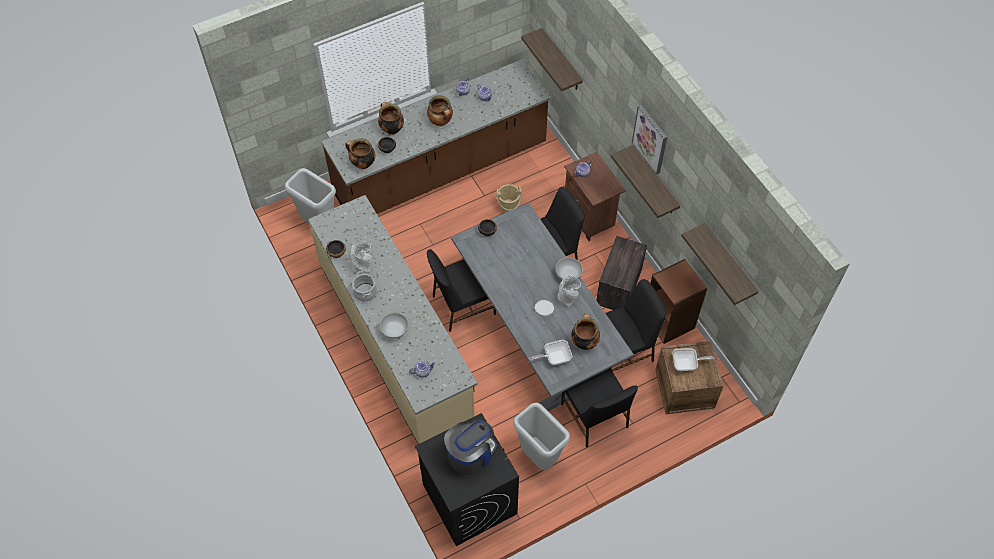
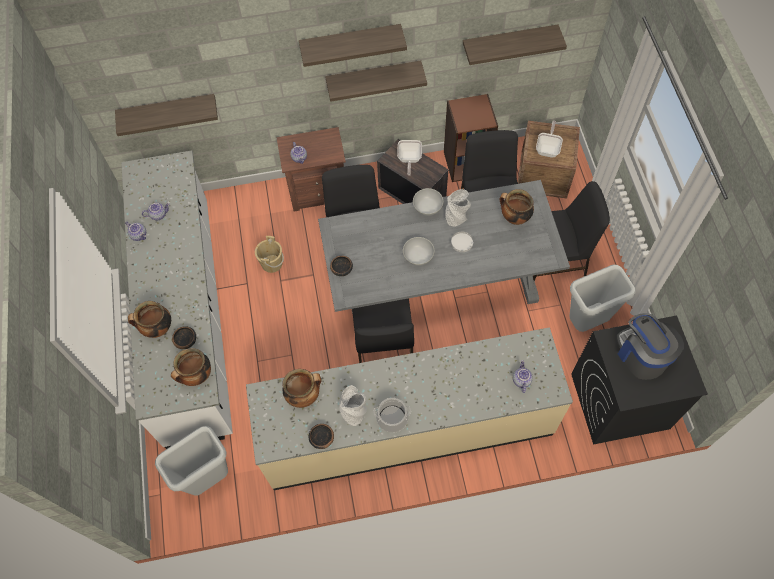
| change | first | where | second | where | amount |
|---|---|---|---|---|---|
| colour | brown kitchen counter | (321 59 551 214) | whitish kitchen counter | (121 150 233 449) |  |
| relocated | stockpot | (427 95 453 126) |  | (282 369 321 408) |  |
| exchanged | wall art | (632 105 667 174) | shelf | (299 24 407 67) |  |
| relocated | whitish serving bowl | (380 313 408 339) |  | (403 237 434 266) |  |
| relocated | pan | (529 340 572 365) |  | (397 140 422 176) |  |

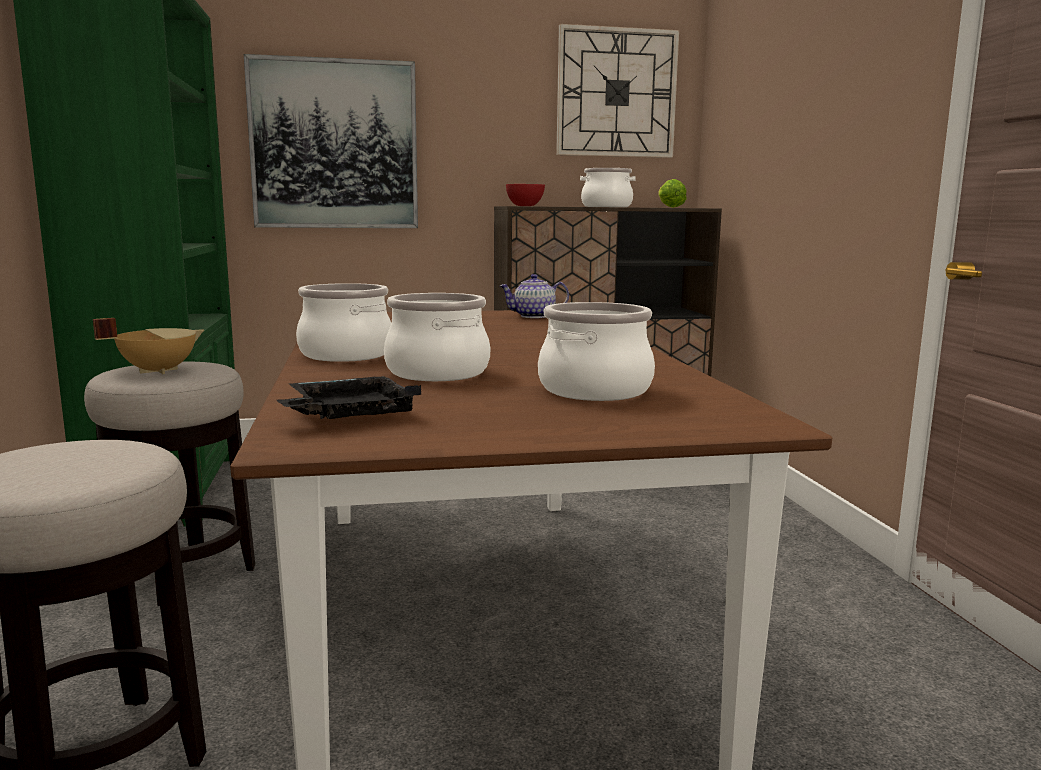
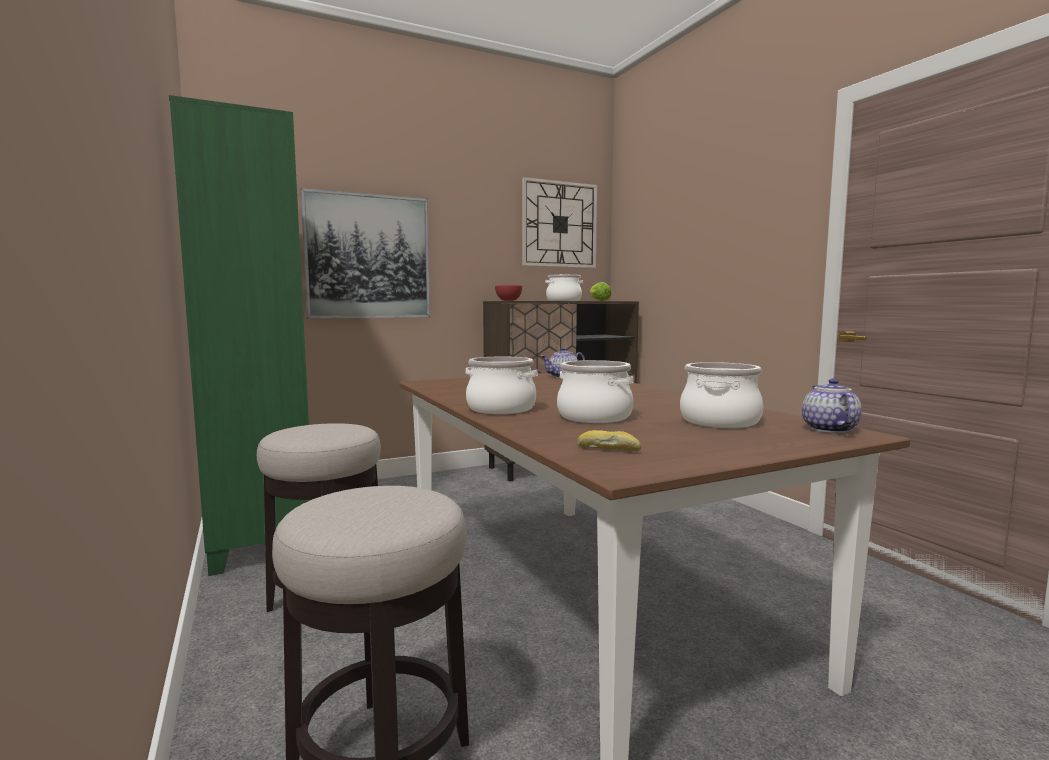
| change | first | where | second | where | amount |
|---|---|---|---|---|---|
| missing | beige-coloured stockpot | (93 318 204 374) |  |  |  |
| exchanged | blackish serving tray | (277 376 421 419) | bread | (577 430 641 451) |  |
| appeared |  |  | teapot | (802 378 862 433) |  |

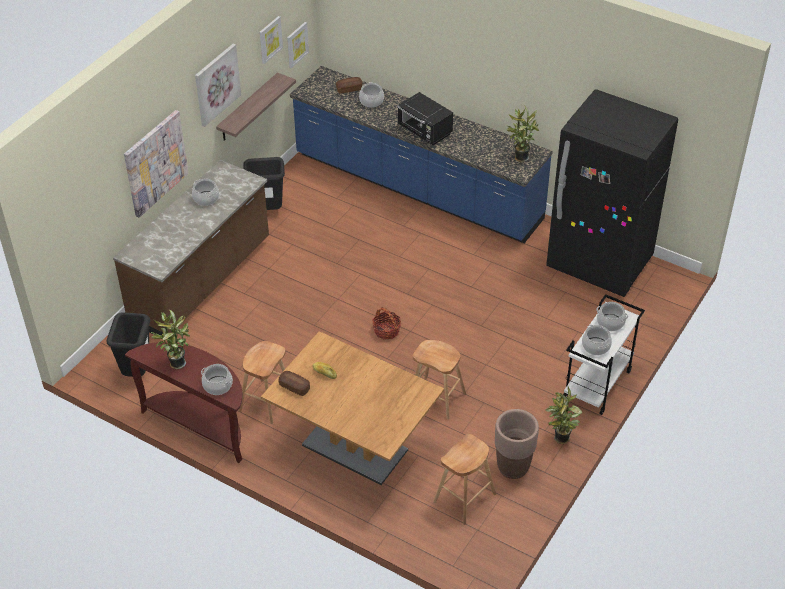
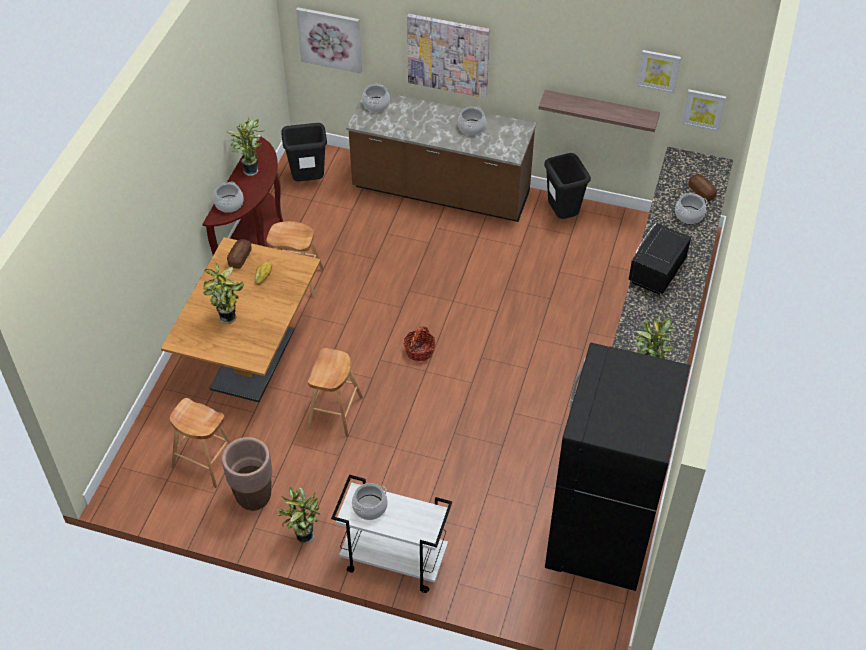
| change | first | where | second | where | amount |
|---|---|---|---|---|---|
| relocated | wall art | (195 44 241 127) |  | (296 7 362 74) |  |
| relocated | stockpot | (596 302 628 331) |  | (362 83 390 112) |  |
| appeared |  |  | houseplant | (203 263 244 324) |  |

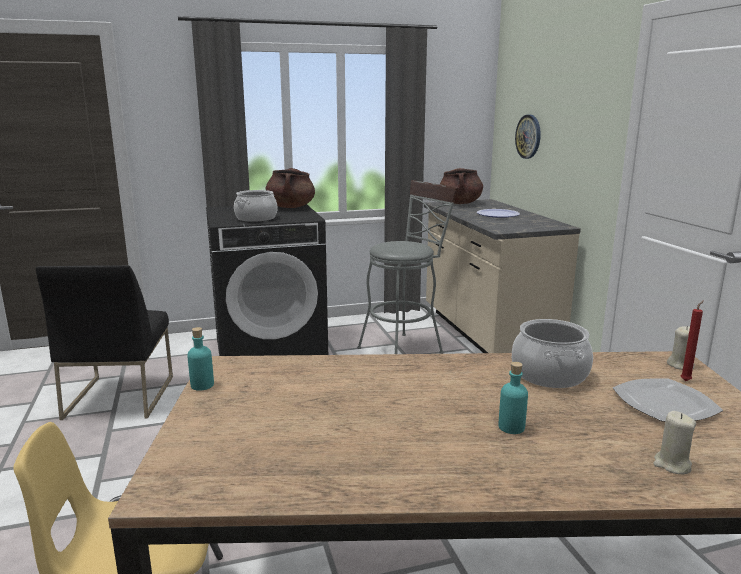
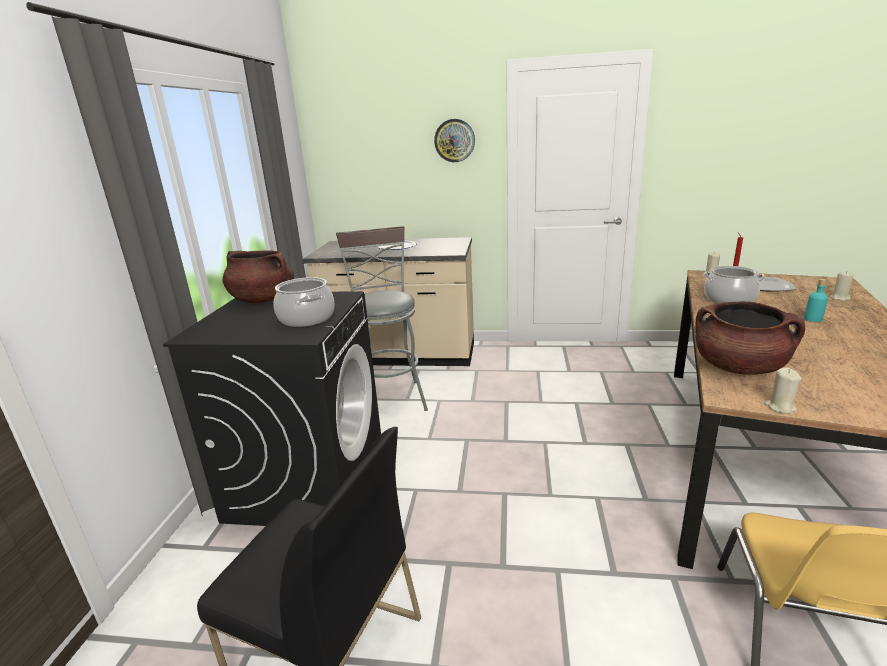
| change | first | where | second | where | amount |
|---|---|---|---|---|---|
| relocated | clock on the wall | (515 115 541 159) |  | (434 119 475 162) |  |
| relocated | brown stockpot | (440 168 483 204) |  | (695 301 805 375) |  |
| exchanged | blue-green bottle | (187 327 214 391) | beige-coloured candle | (764 368 802 414) |  |

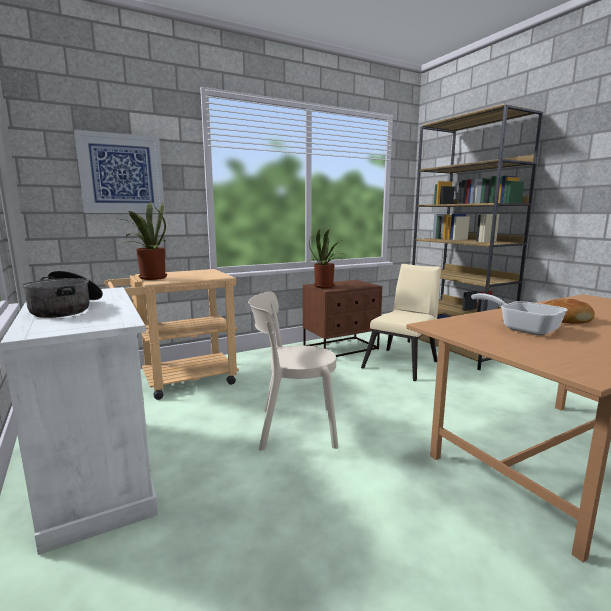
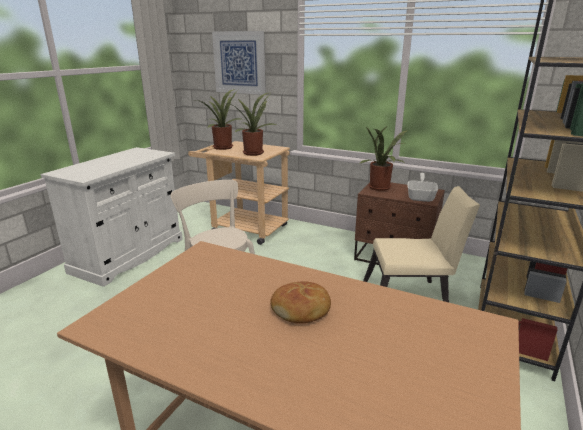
| change | first | where | second | where | amount |
|---|---|---|---|---|---|
| missing | stockpot | (22 270 103 318) |  |  |  |
| relocated | pan | (471 293 568 336) |  | (408 173 438 202) |  |
| appeared |  |  | houseplant | (227 92 277 156) |  |

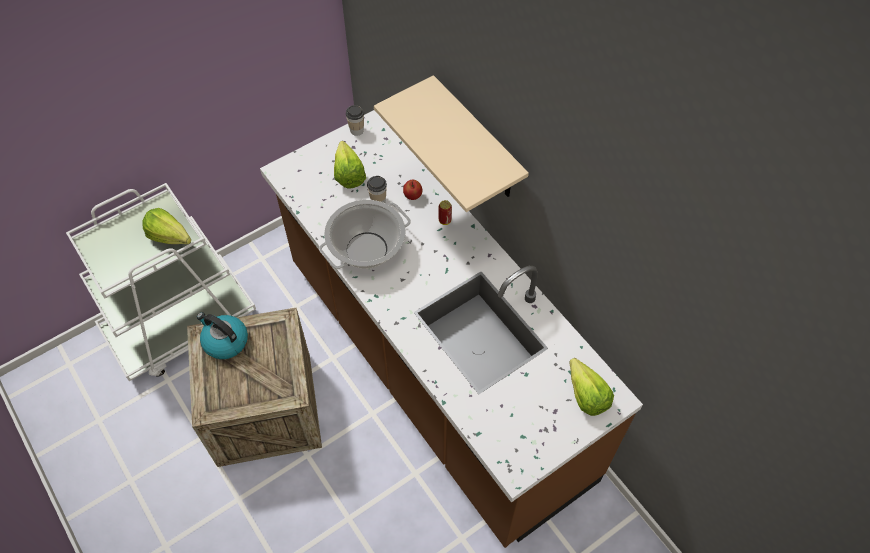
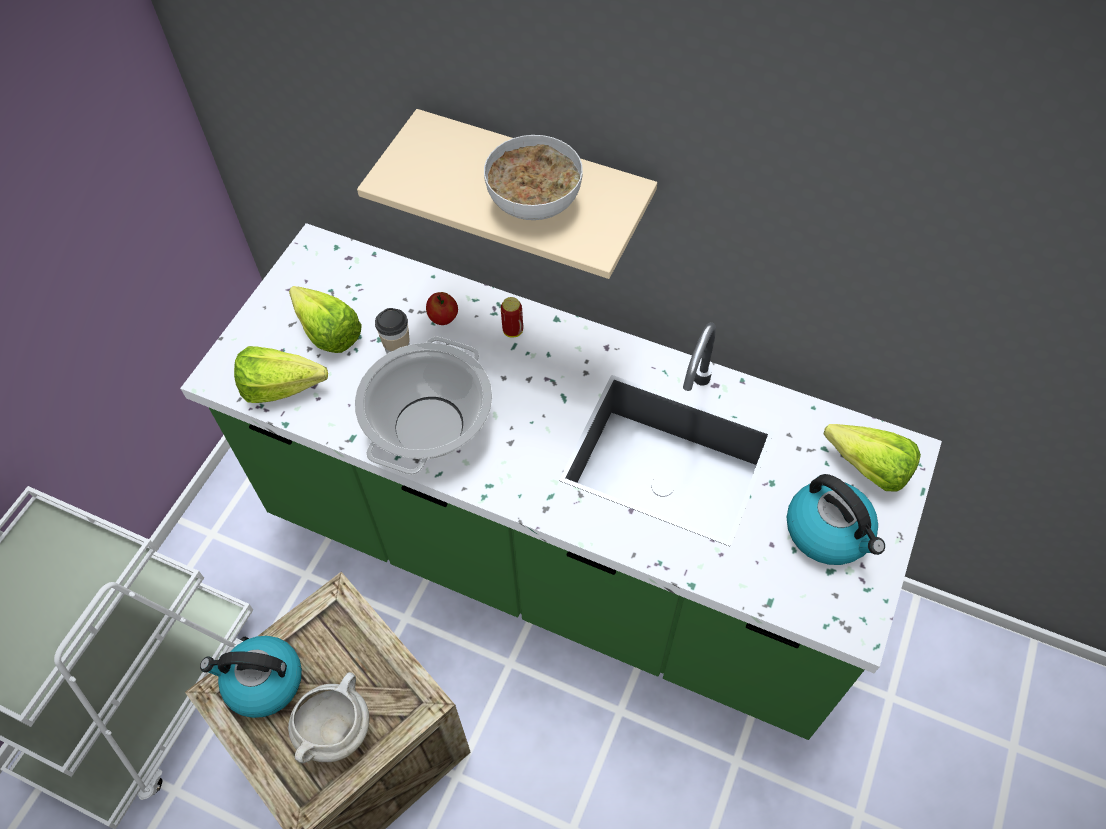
| change | first | where | second | where | amount |
|---|---|---|---|---|---|
| missing | drinking cup | (346 105 364 136) |  |  |  |
| colour | brown kitchen counter | (260 110 643 548) | green-coloured kitchen counter | (180 223 942 740) |  |
| relocated | lettuce | (142 208 191 244) |  | (234 346 328 403) |  |
| appeared |  |  | serving bowl | (484 135 583 220) |  |
| appeared |  |  | tea kettle | (787 474 885 565) |  |
| appeared |  |  | whitish stockpot | (288 672 369 763) |  |

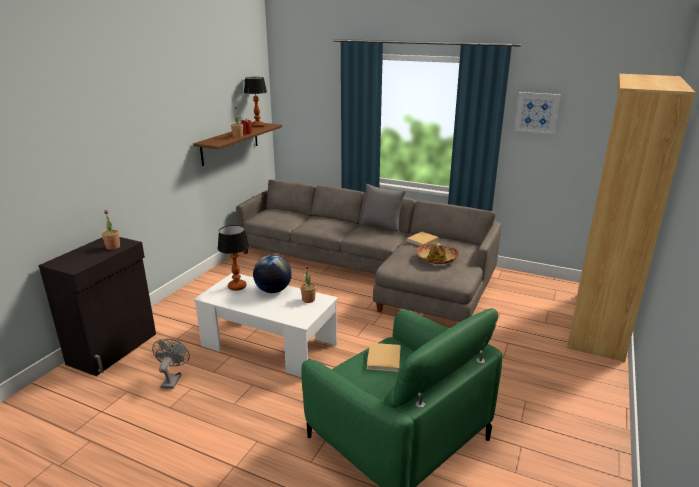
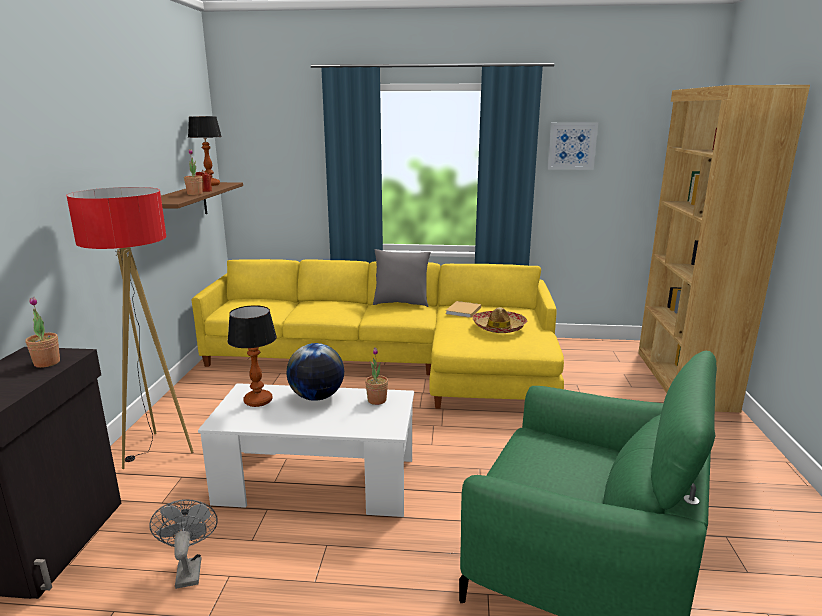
| change | first | where | second | where | amount |
|---|---|---|---|---|---|
| colour | gray sofa | (236 180 501 322) | yellowish sofa | (192 259 564 409) |  |
| missing | beige-coloured volume | (367 343 401 372) |  |  |  |
| appeared |  |  | standard lamp | (66 187 193 469) |  |

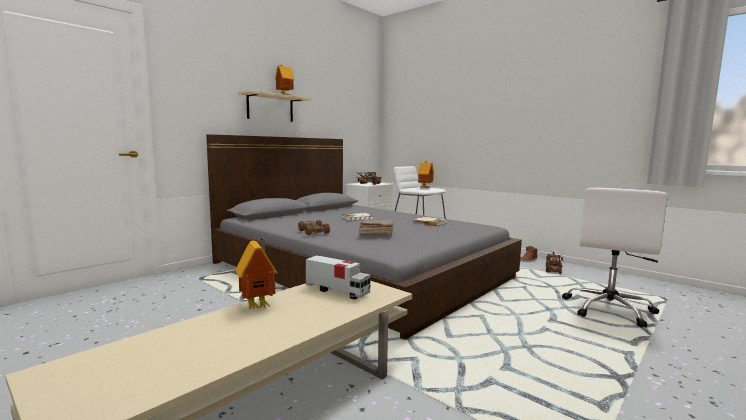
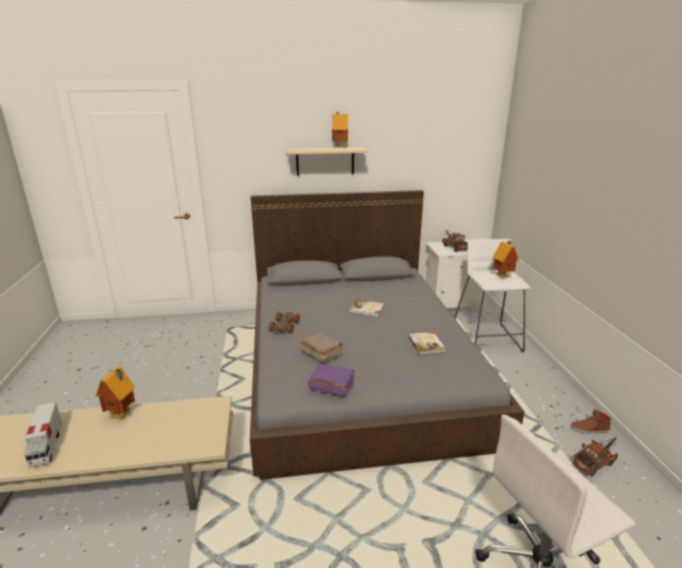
| change | first | where | second | where | amount |
|---|---|---|---|---|---|
| relocated | toy truck | (306 255 371 300) |  | (24 402 62 468) |  |
| appeared |  |  | purple volume | (308 364 355 396) |  |

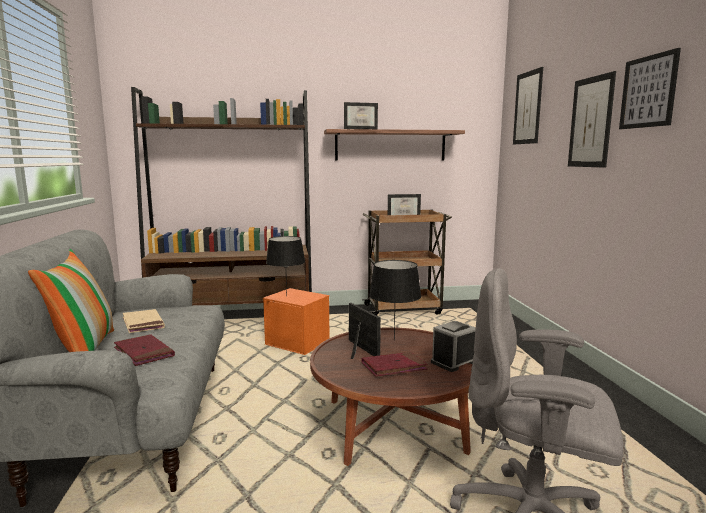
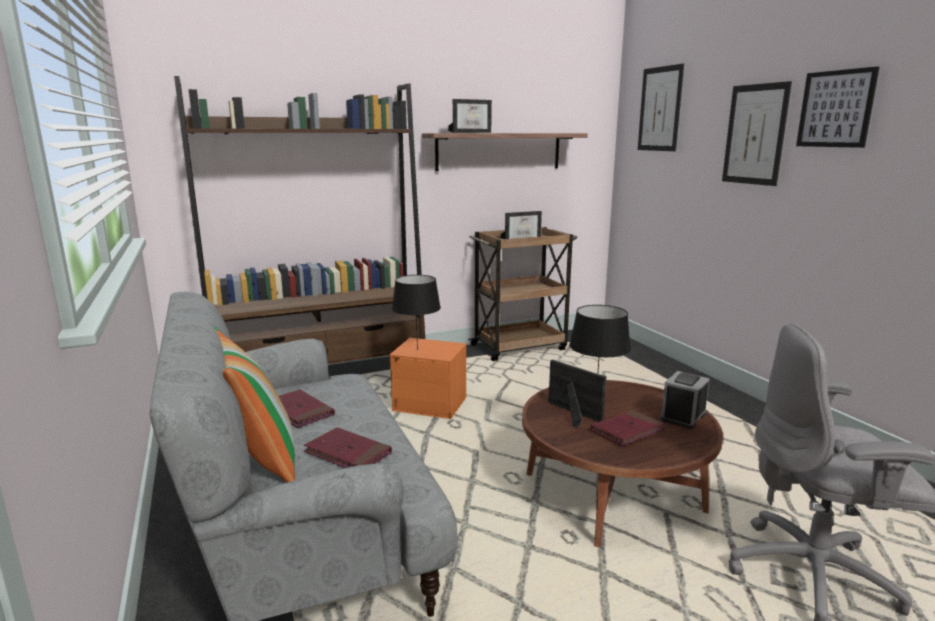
| change | first | where | second | where | amount |
|---|---|---|---|---|---|
| colour | beige-coloured volume | (123 309 165 333) | reddish volume | (279 390 335 428) |  |

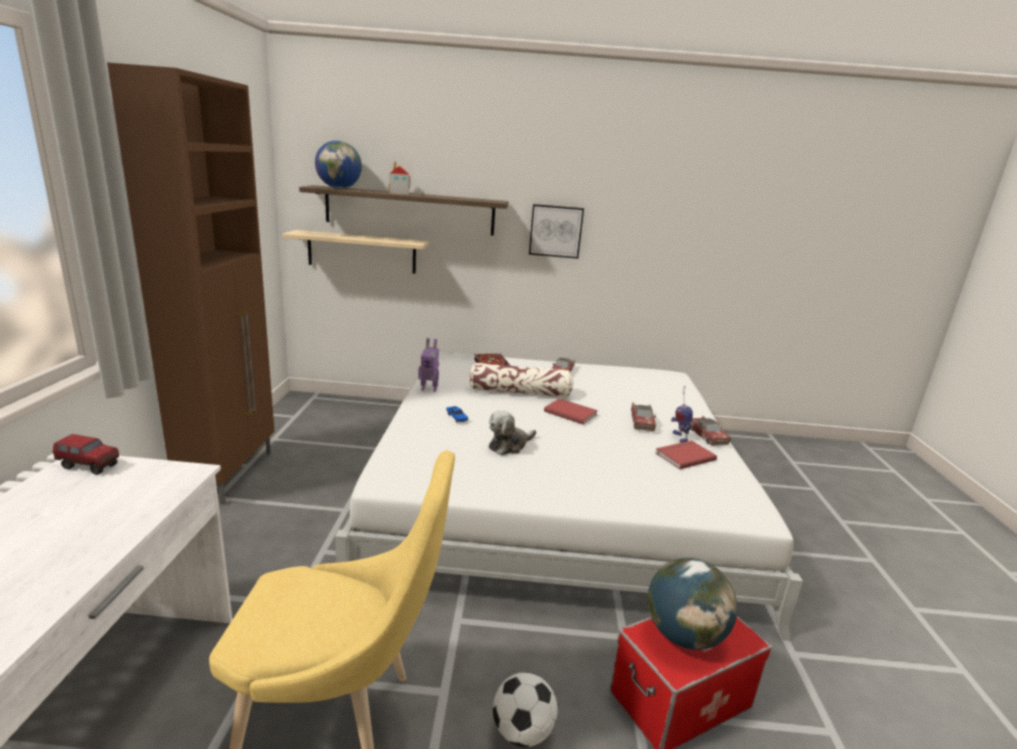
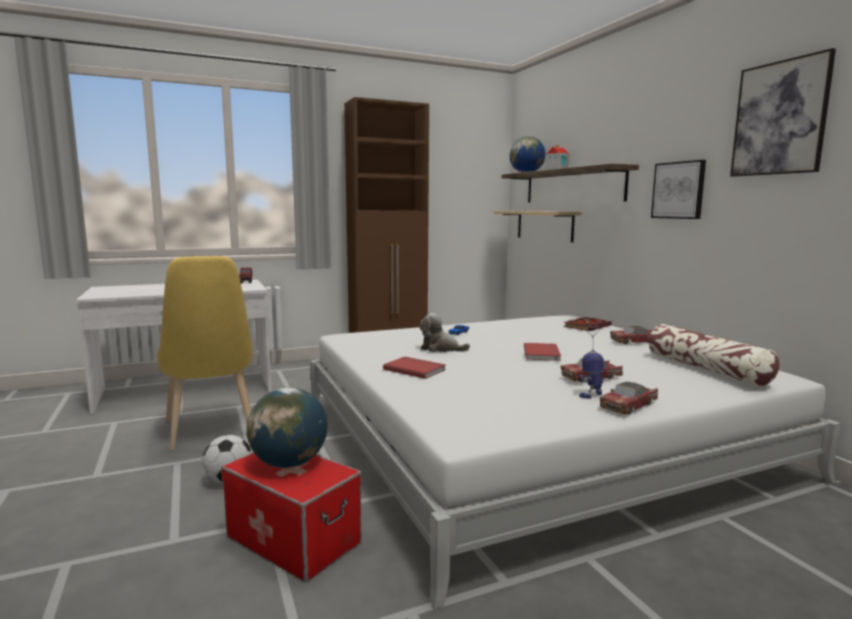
| change | first | where | second | where | amount |
|---|---|---|---|---|---|
| missing | toy robot | (418 338 439 392) |  |  |  |
| relocated | throw pillow | (468 362 573 397) |  | (649 324 779 386) |  |
| relocated | reddish volume | (655 440 717 469) |  | (383 357 446 379) |  |
| appeared |  |  | wall art | (730 48 836 177) |  |

